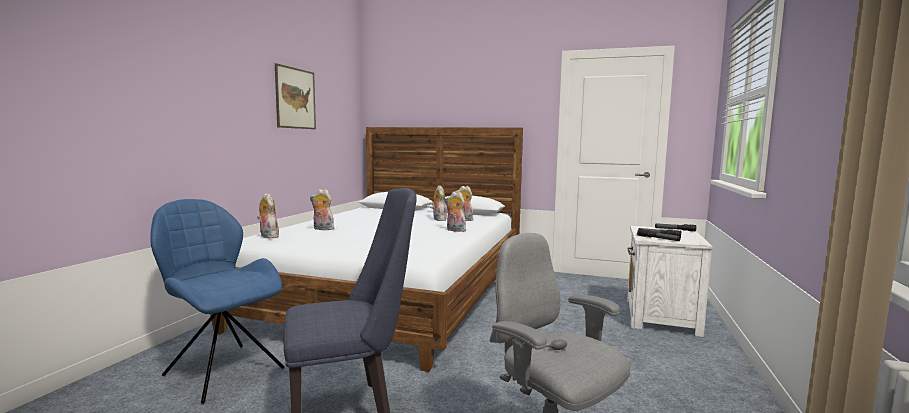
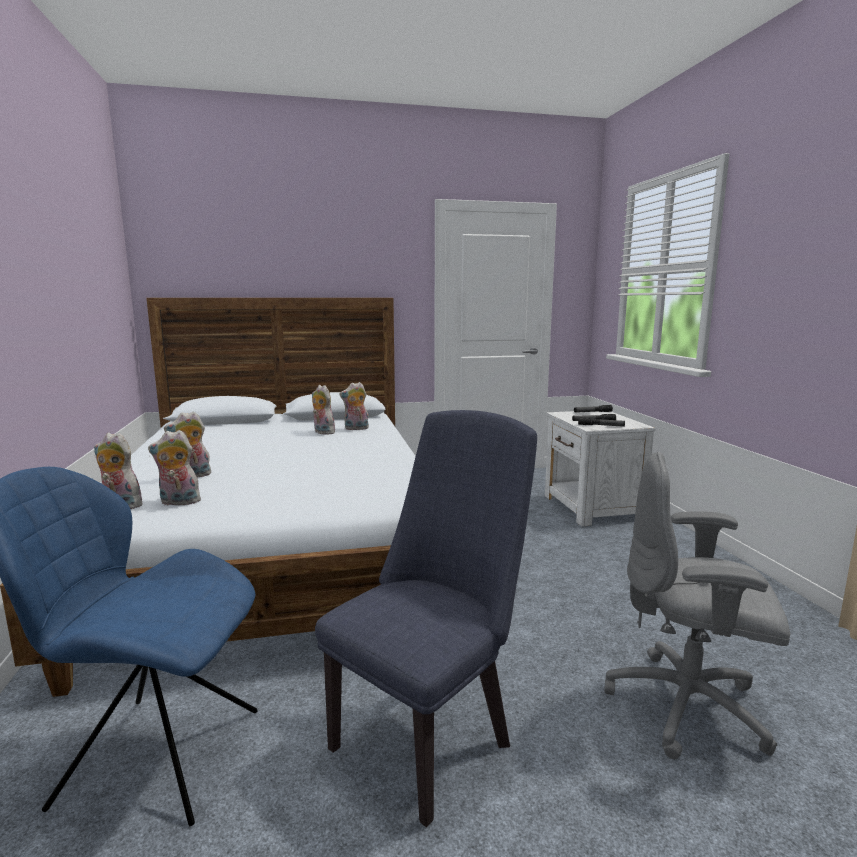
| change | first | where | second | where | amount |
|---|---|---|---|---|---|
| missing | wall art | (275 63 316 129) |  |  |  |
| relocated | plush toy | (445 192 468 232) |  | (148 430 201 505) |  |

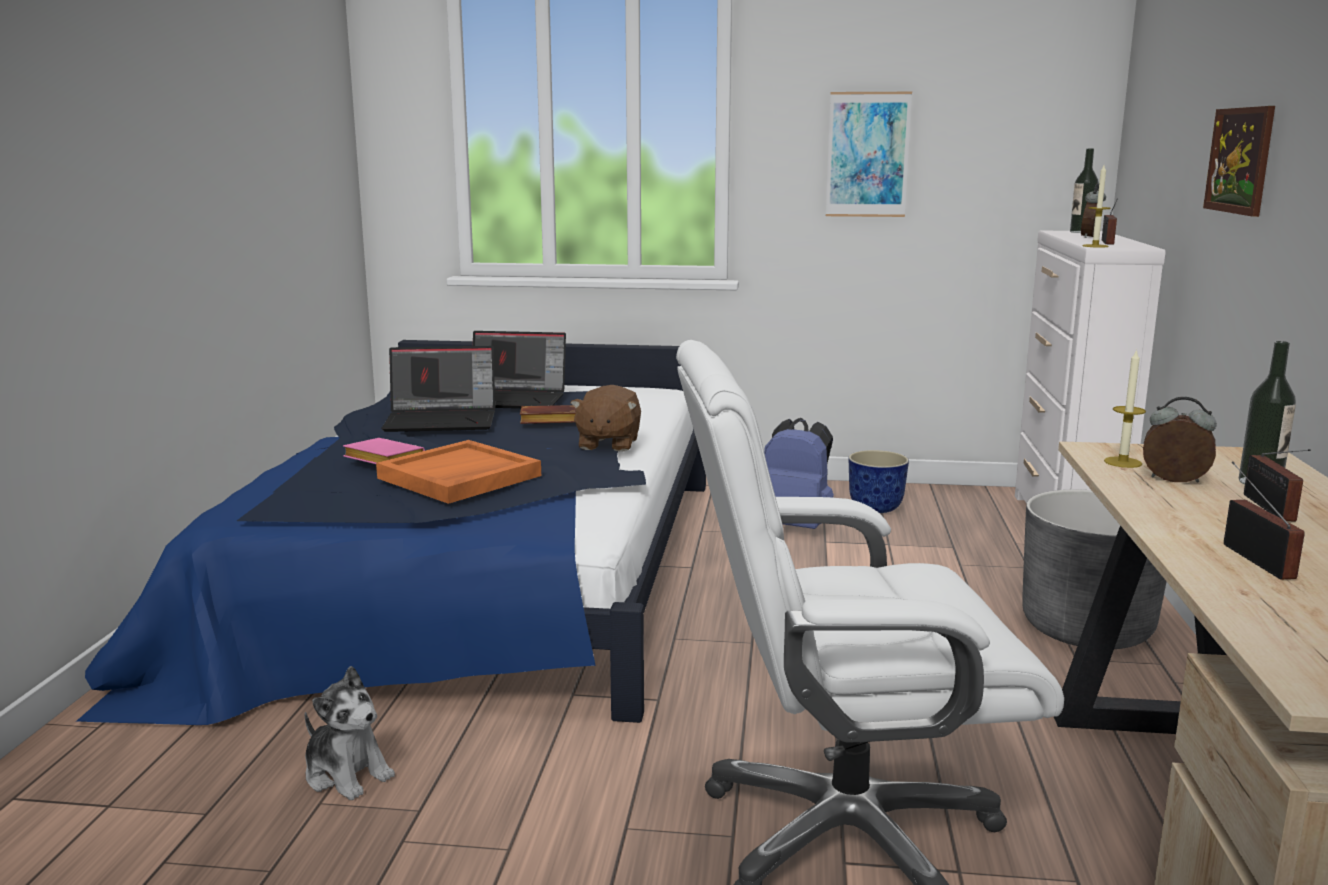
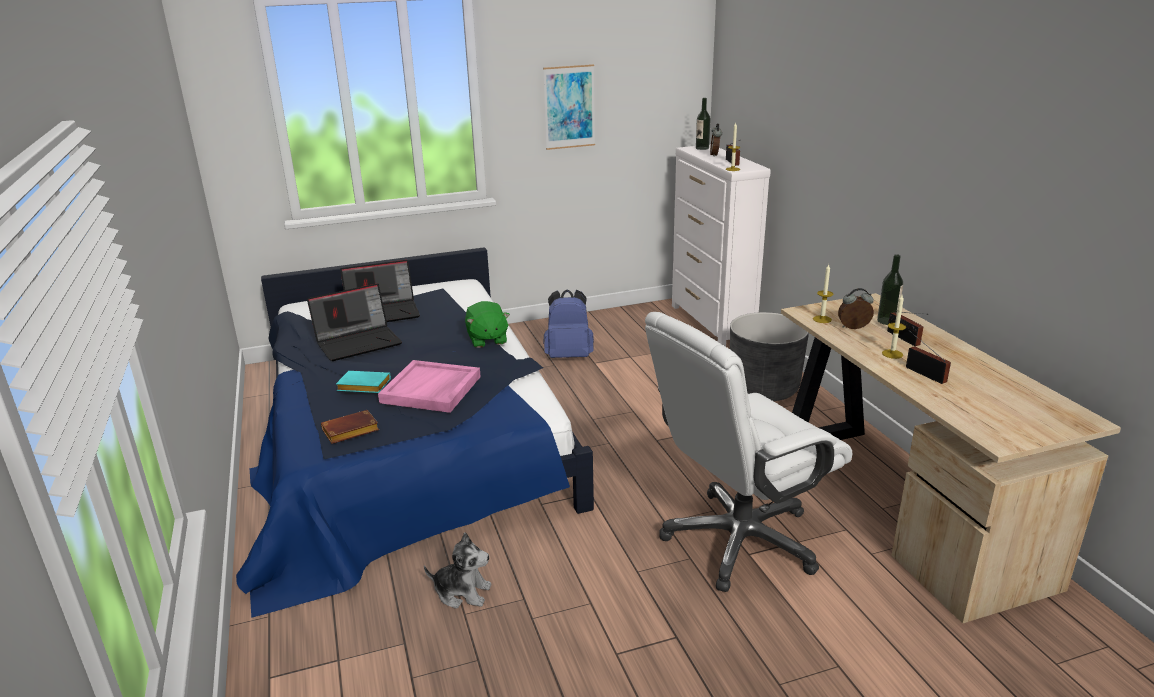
| change | first | where | second | where | amount |
|---|---|---|---|---|---|
| missing | wall art | (1203 106 1275 217) |  |  |  |
| colour | brown plush toy | (571 385 641 452) | green-coloured plush toy | (465 301 510 348) |  |
| relocated | brown volume | (520 405 576 424) |  | (321 410 379 444) |  |
| colour | pink volume | (343 438 425 464) | blue-green volume | (336 371 391 393) |  |
| colour | orange serving tray | (376 440 541 504) | pink serving tray | (378 360 481 413) |  |
| missing | flower pot | (848 450 909 513) |  |  |  |
| appeared |  |  | candle | (882 295 906 359) |  |

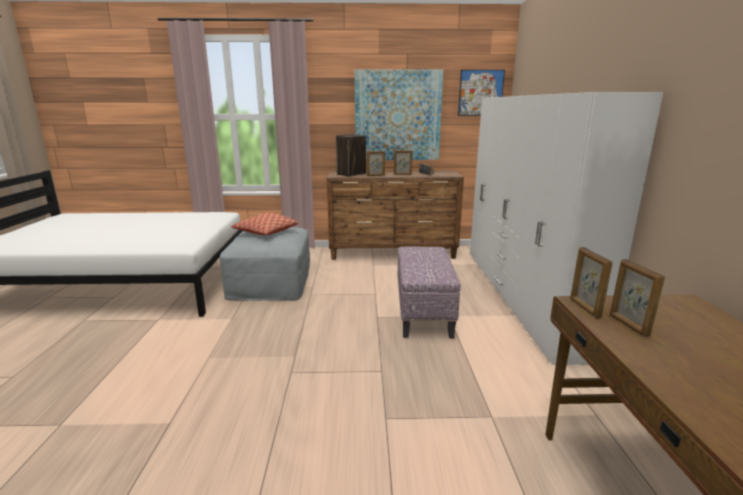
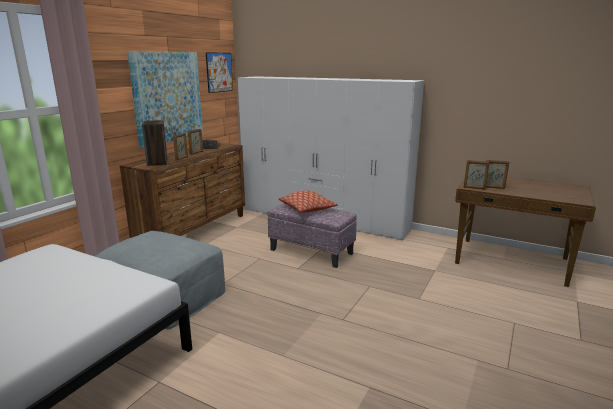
| change | first | where | second | where | amount |
|---|---|---|---|---|---|
| relocated | throw pillow | (231 213 298 235) |  | (279 191 338 213) |  |

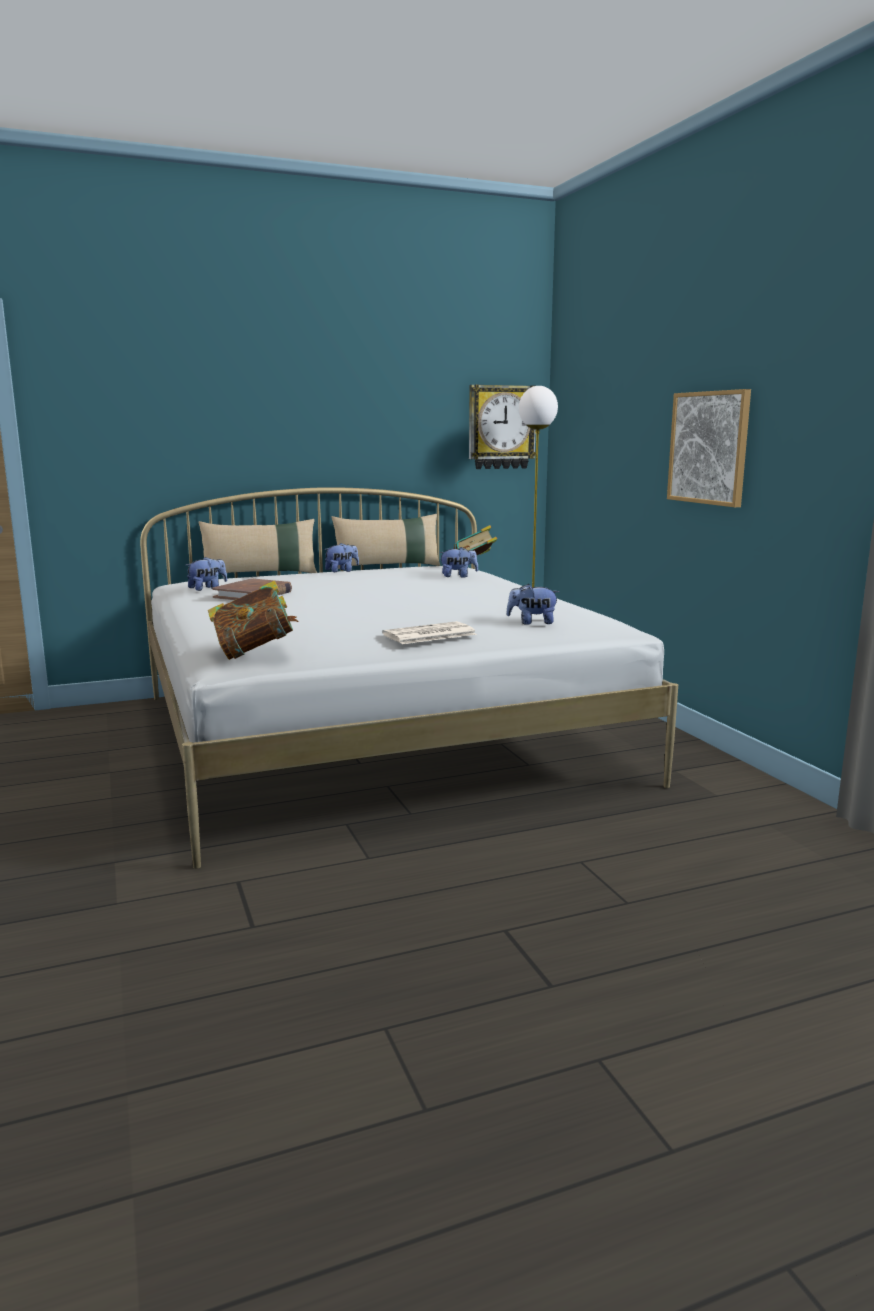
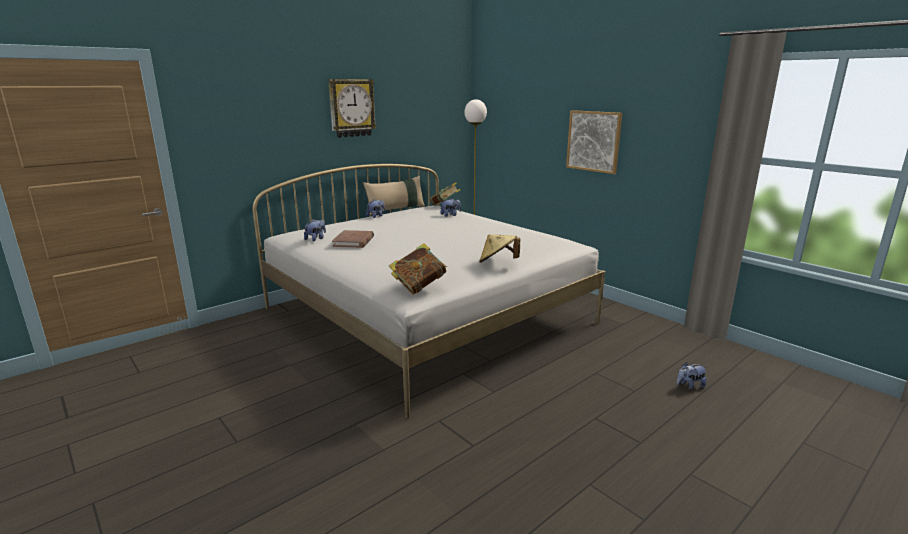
| change | first | where | second | where | amount |
|---|---|---|---|---|---|
| relocated | clock on the wall | (469 384 536 469) |  | (328 79 377 138) |  |
| missing | beige-coloured throw pillow | (198 519 317 573) |  |  |  |
| relocated | plush toy | (506 584 560 625) |  | (676 362 707 389) |  |
| exchanged | daily paper | (382 621 477 644) | beige-coloured clothing hat | (479 234 520 263) |  |

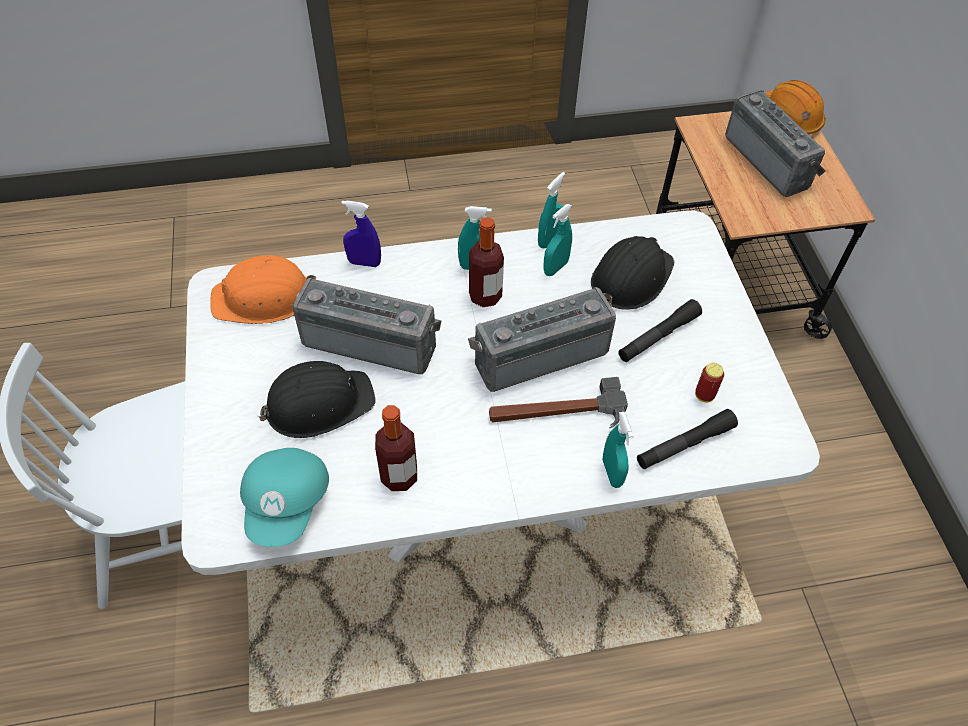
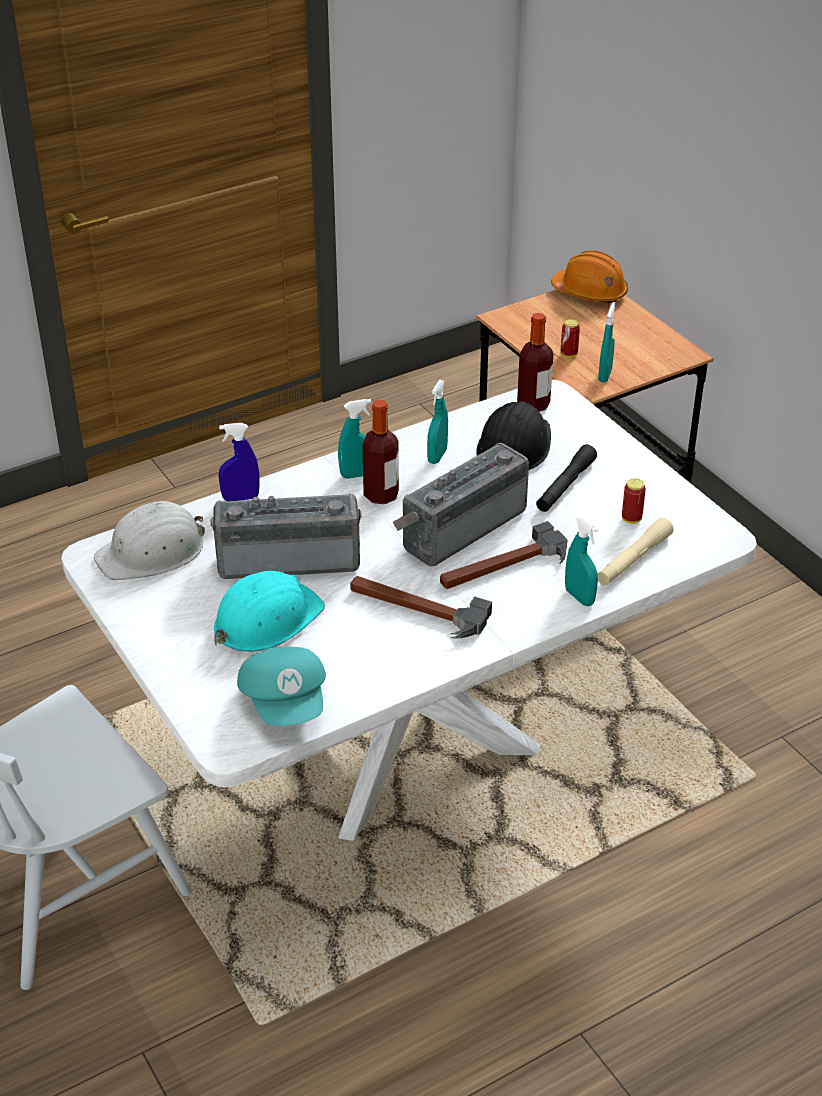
| change | first | where | second | where | amount |
|---|---|---|---|---|---|
| missing | radio set | (725 90 825 197) |  |  |  |
| relocated | blue-green sprayer | (538 172 565 248) |  | (598 302 615 383) |  |
| colour | orange work helmet | (210 255 316 324) | whitish work helmet | (94 501 205 580) |  |
| colour | blackish work helmet | (258 361 376 438) | blue-green work helmet | (214 571 325 652) |  |
| relocated | bottle | (375 405 417 491) |  | (517 313 553 412) |  |
| colour | blackish flashlight | (637 409 738 469) | beige-coloured flashlight | (598 518 674 586) |  |
| appeared |  |  | metal can | (561 319 580 358) |  |
| appeared |  |  | hand hammer | (350 576 492 639) |  |

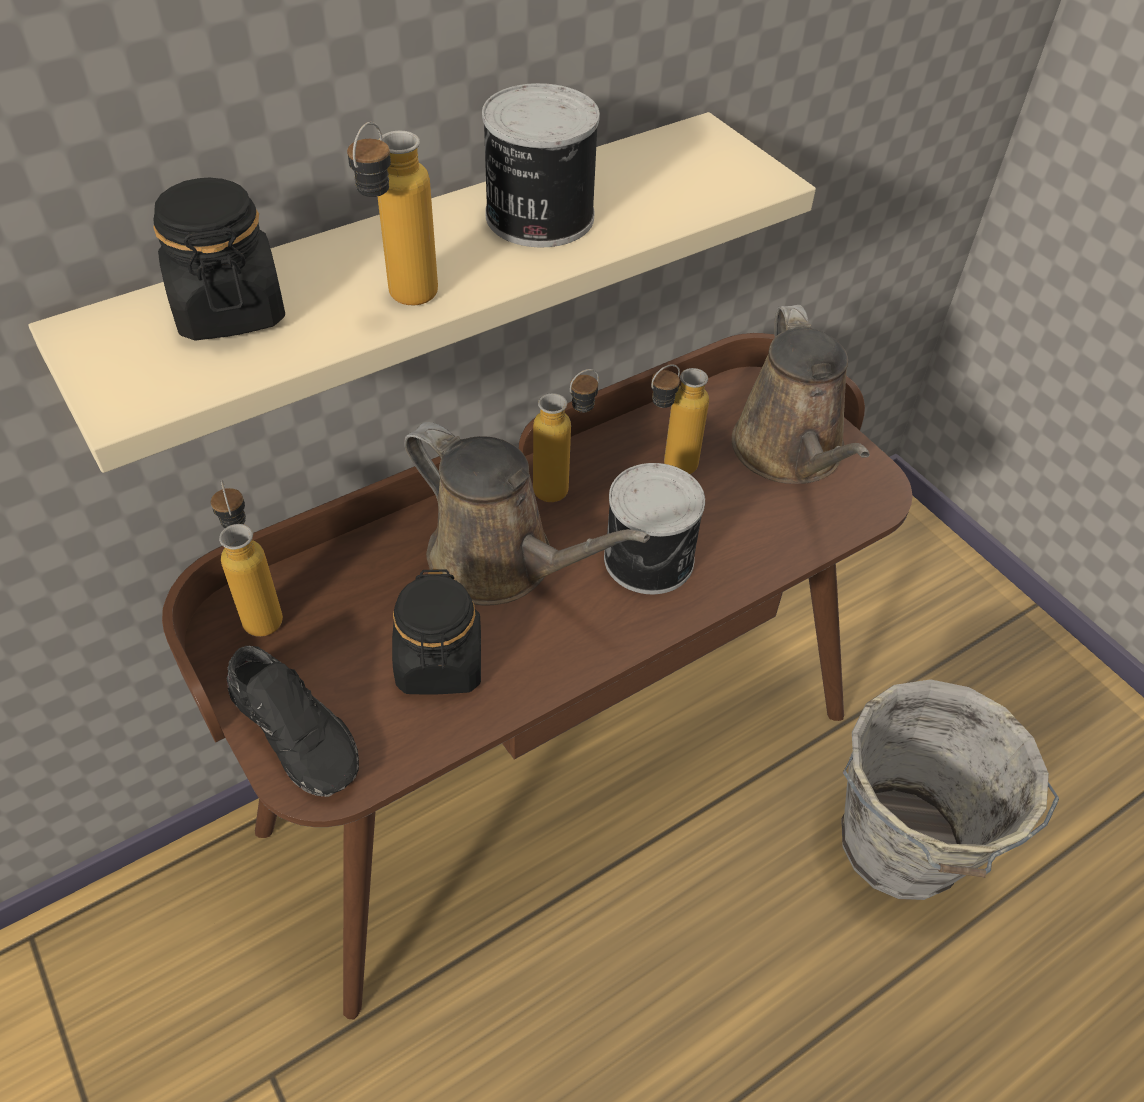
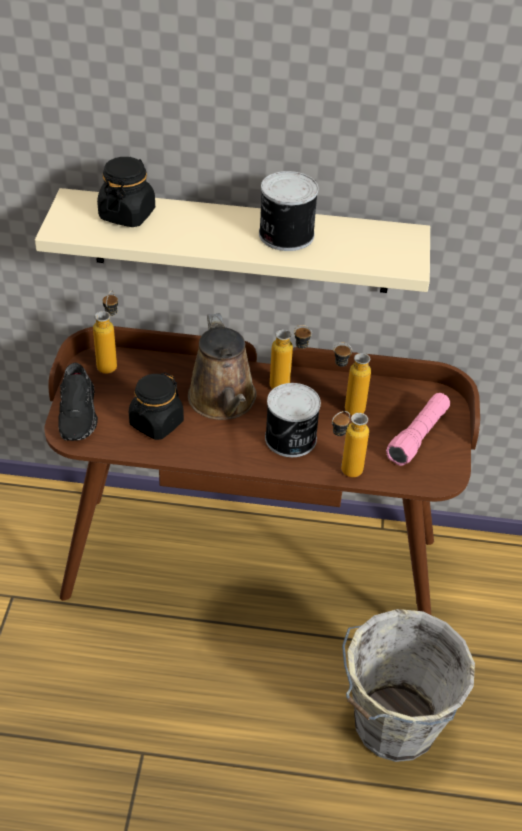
| change | first | where | second | where | amount |
|---|---|---|---|---|---|
| relocated | bottle | (347 122 438 306) |  | (332 411 369 477) |  |
| exchanged | brown watering can | (731 305 870 484) | pink flashlight | (386 393 450 466) |  |

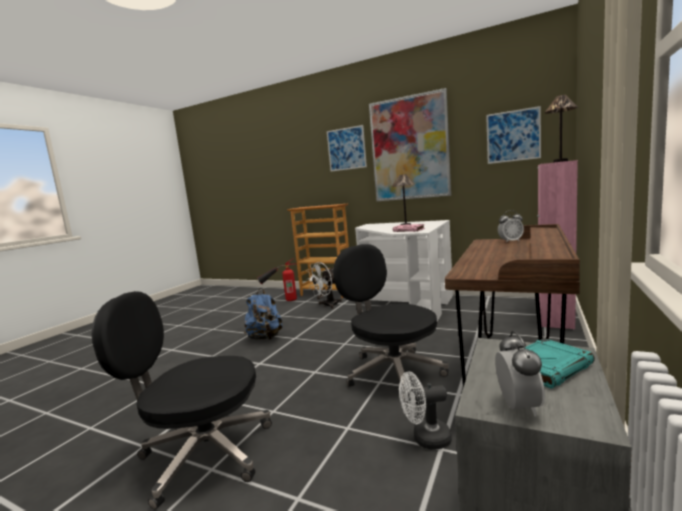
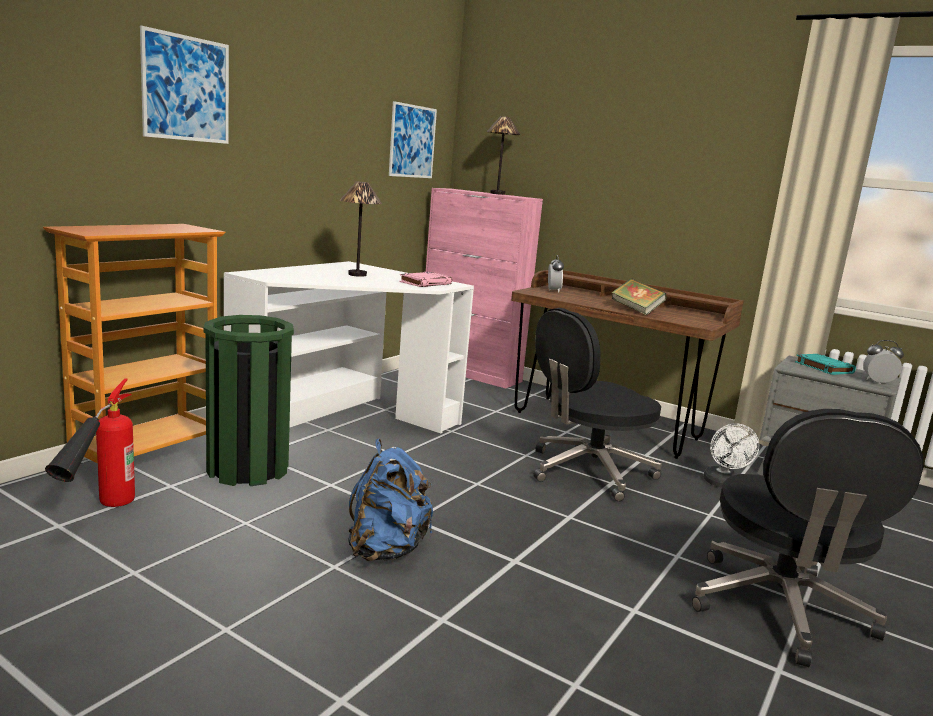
| change | first | where | second | where | amount |
|---|---|---|---|---|---|
| missing | wall art | (369 88 451 201) |  |  |  |
| exchanged | whitish cooling fan | (306 262 342 309) | green-coloured rubbish bin | (204 315 294 486) |  |
| appeared |  |  | volume | (612 278 667 316) |  |

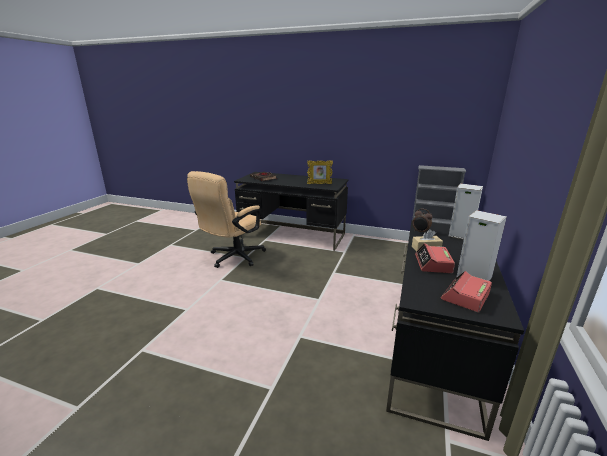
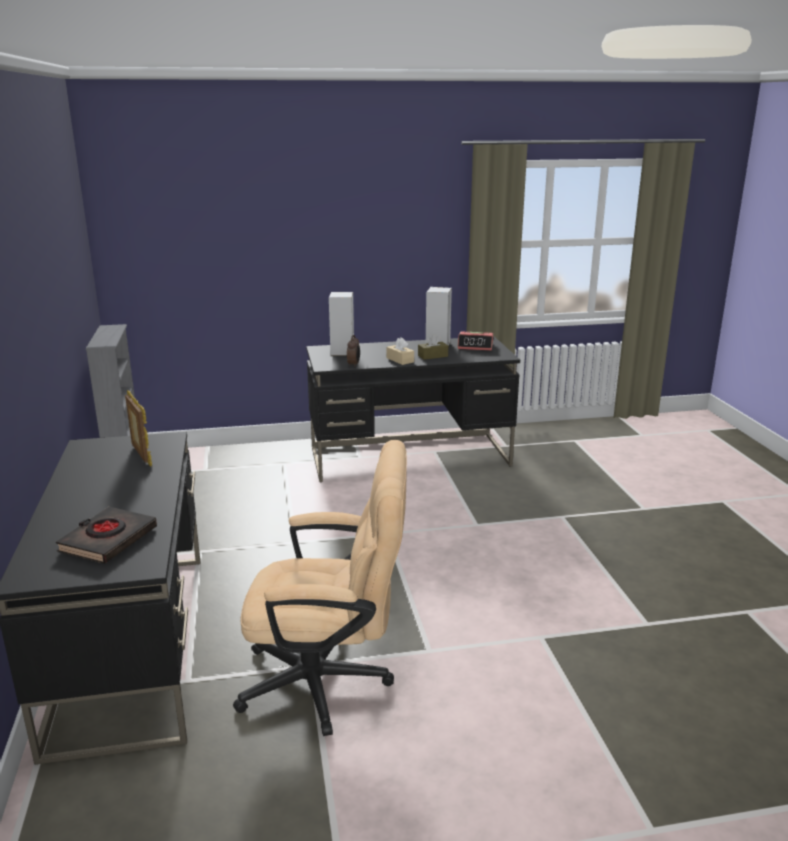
| change | first | where | second | where | amount |
|---|---|---|---|---|---|
| exchanged | table clock | (415 243 455 273) | brown tissue holder | (418 334 448 360) |  |

